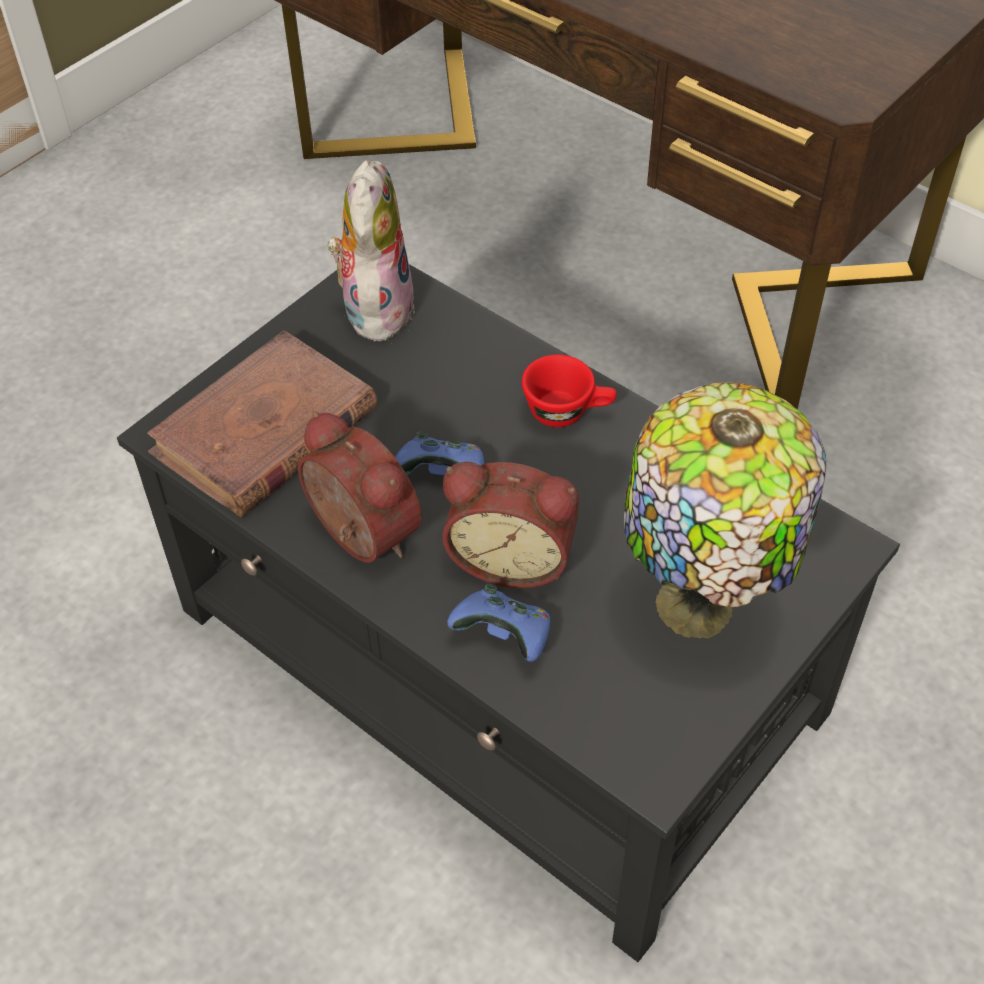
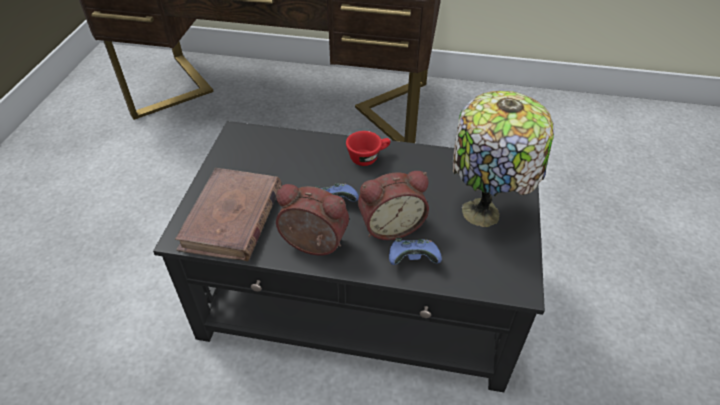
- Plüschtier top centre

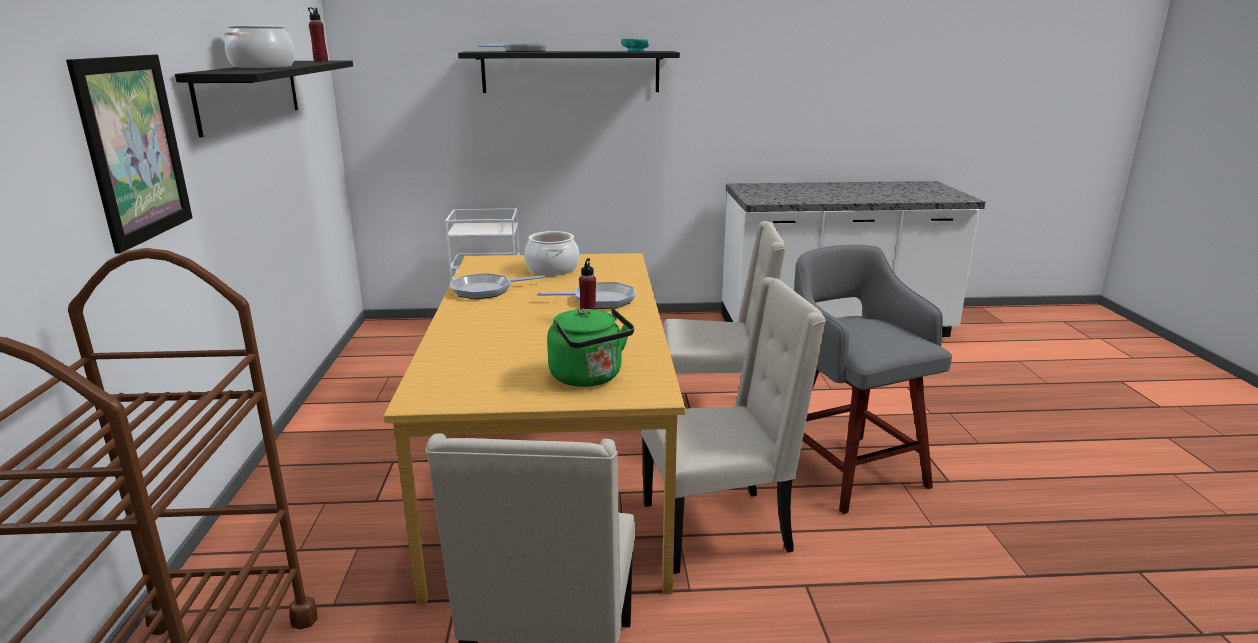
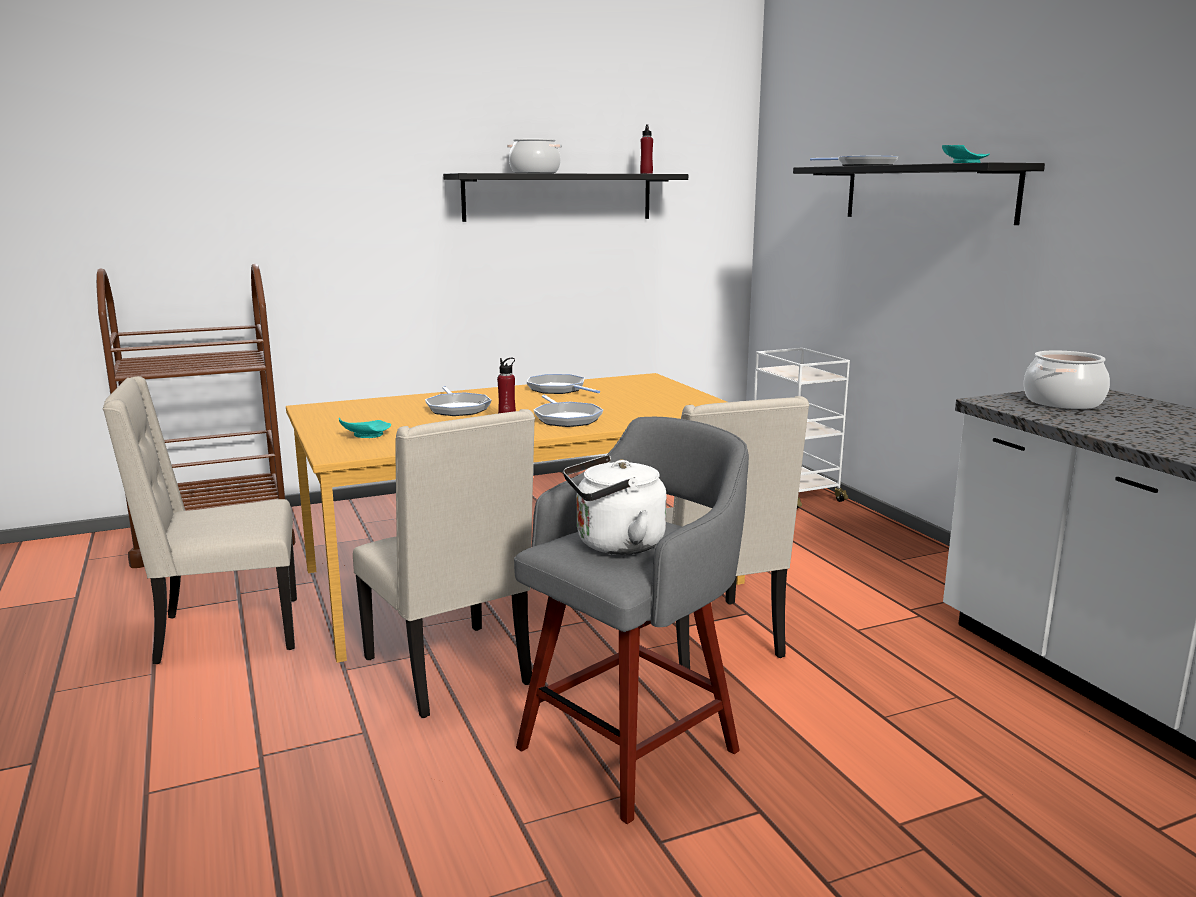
- Bild top left
+ Pfanne (1st from left) centre
+ Wasserkessel (weiß) centre
~ Kochtopf (2nd from left) centre to middle right
~ Wasserkessel (grün) centre to Teller (türkis) (1st from left) middle left

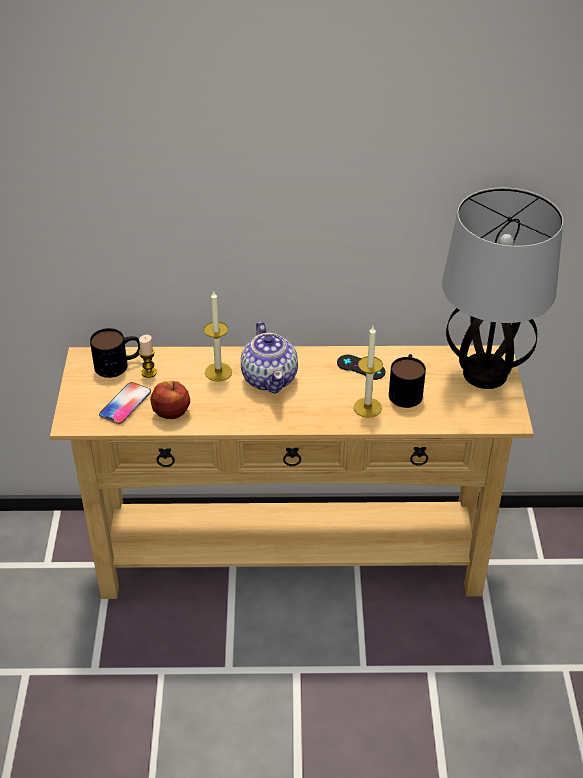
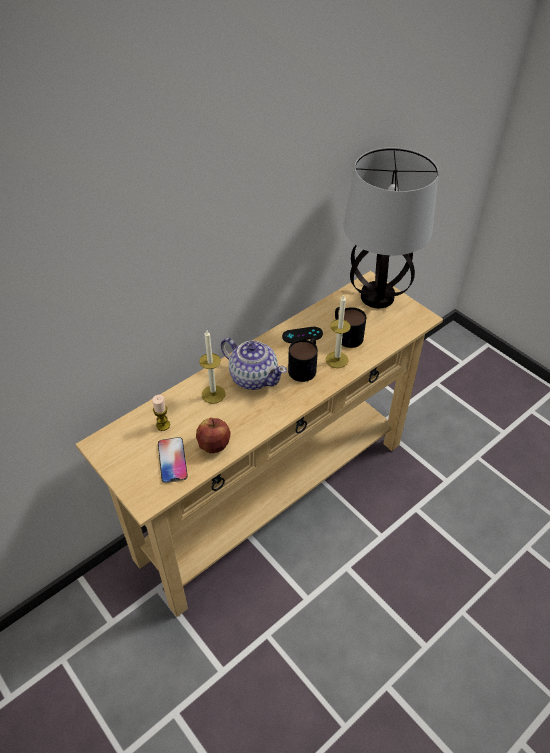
~ Henkelbecher (1st from left) middle left to centre

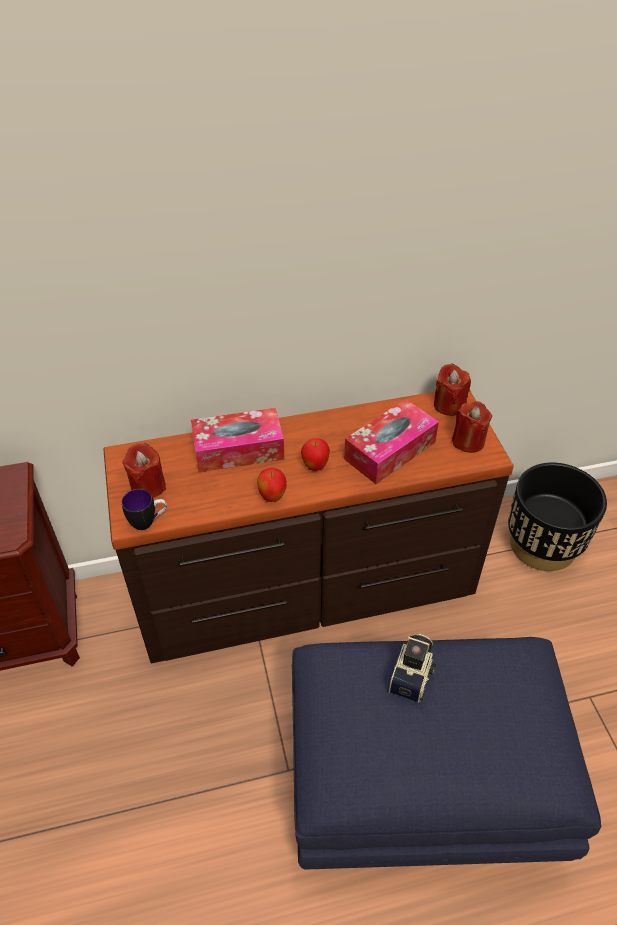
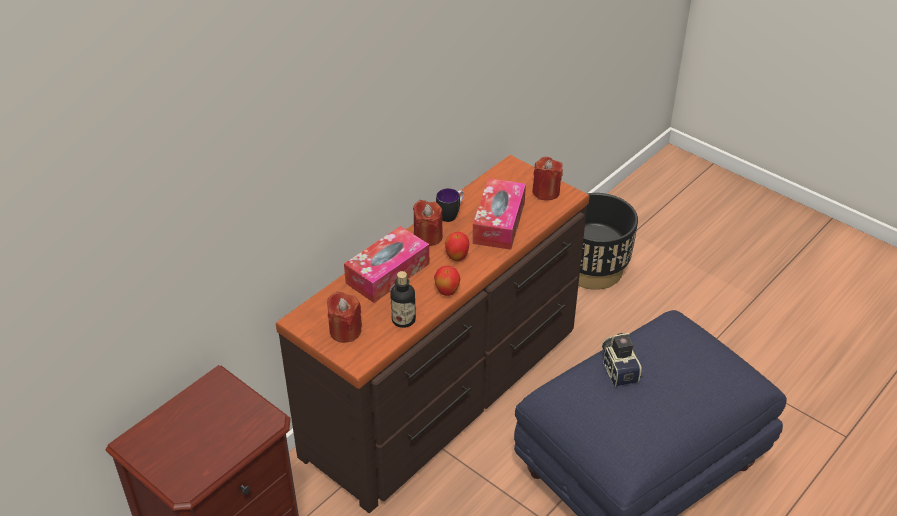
+ Flasche centre
~ Henkelbecher middle left to centre
~ Kerze (rot) (2nd from left) middle right to centre

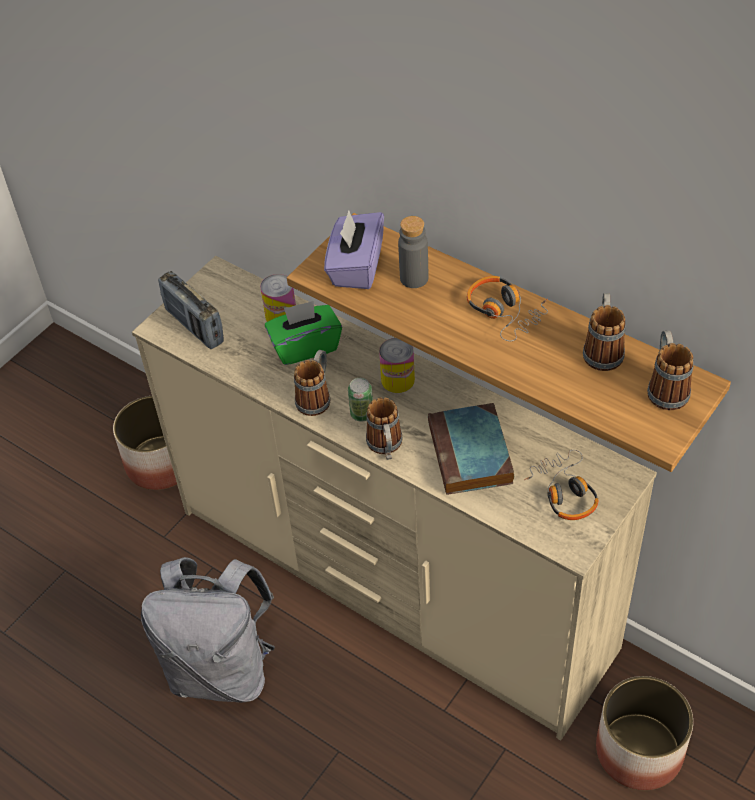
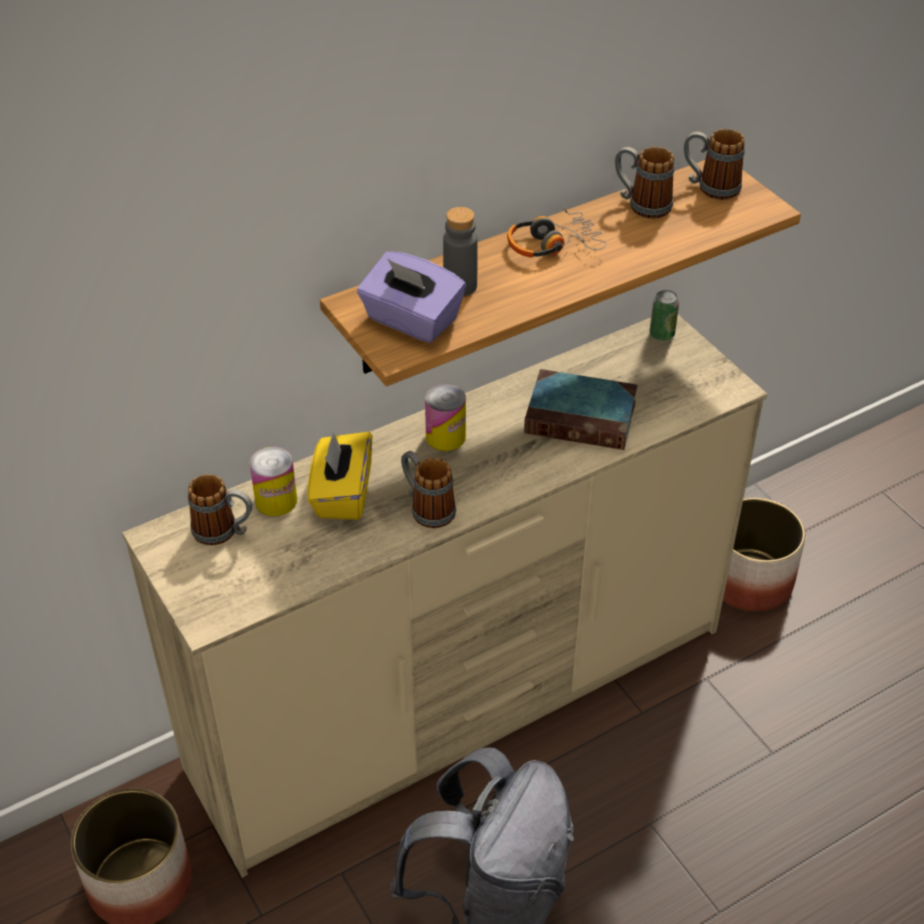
- Radio middle left
- Kopfhörer (2nd from left) middle right
~ Dose (2nd from left in the first image) centre to Dose (3rd from left) middle right
~ Henkelbecher (2nd from left in the first image) centre to Henkelbecher (1st from left) middle left
~ Taschentuchbox (grün) centre to Taschentuchbox (gelb) centre

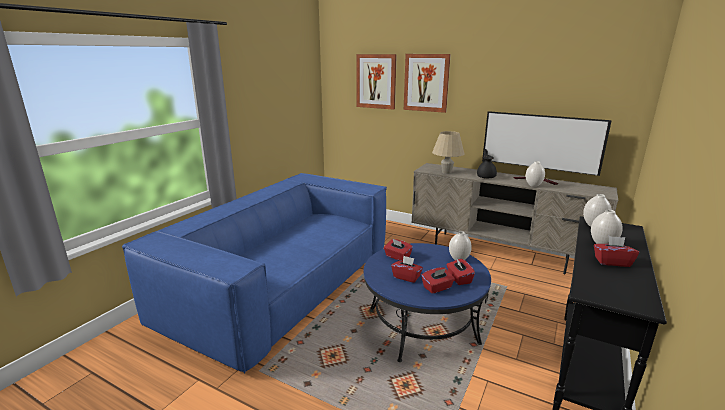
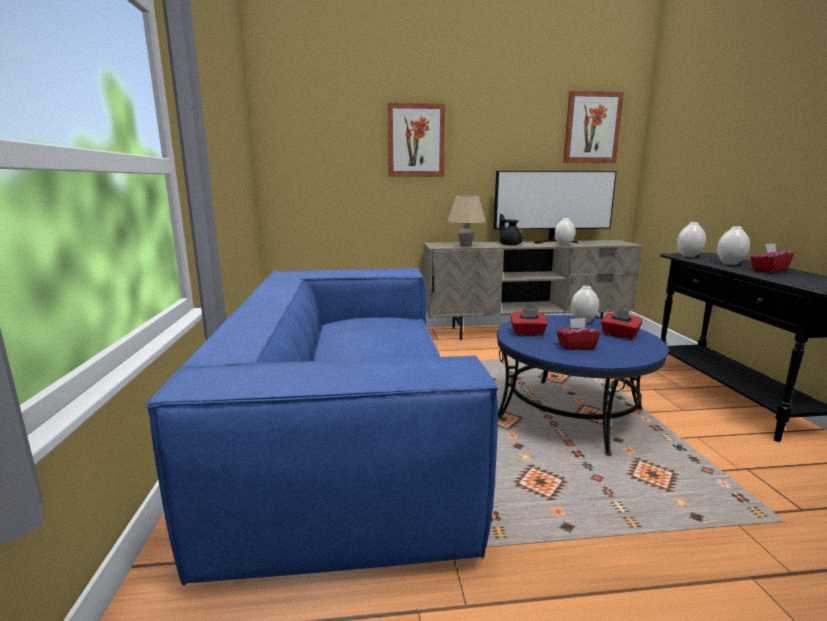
- Taschentuchbox (rot) (3rd from left) bottom centre
~ Bild (1st from left in the first image) top centre to Bild (2nd from left) top right

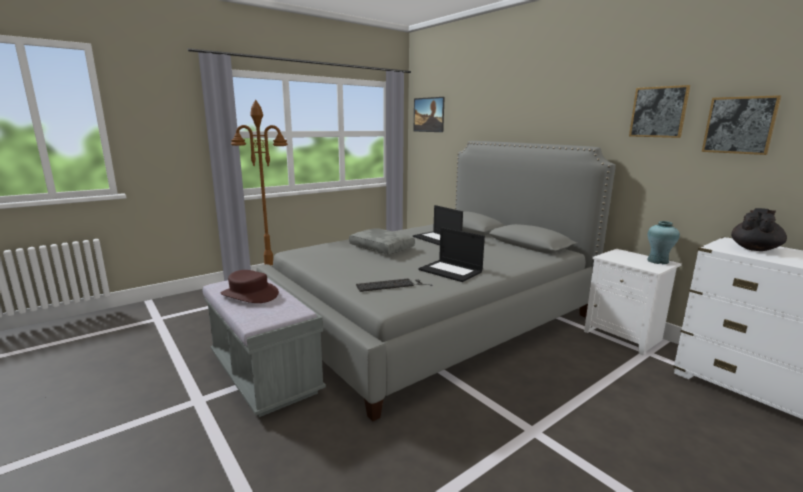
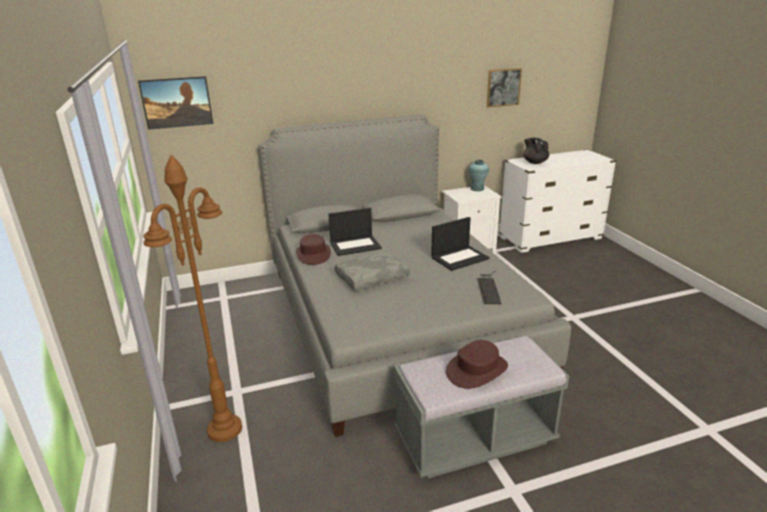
- Bild (2nd from left) top right
+ Hut (braun) (1st from left) centre

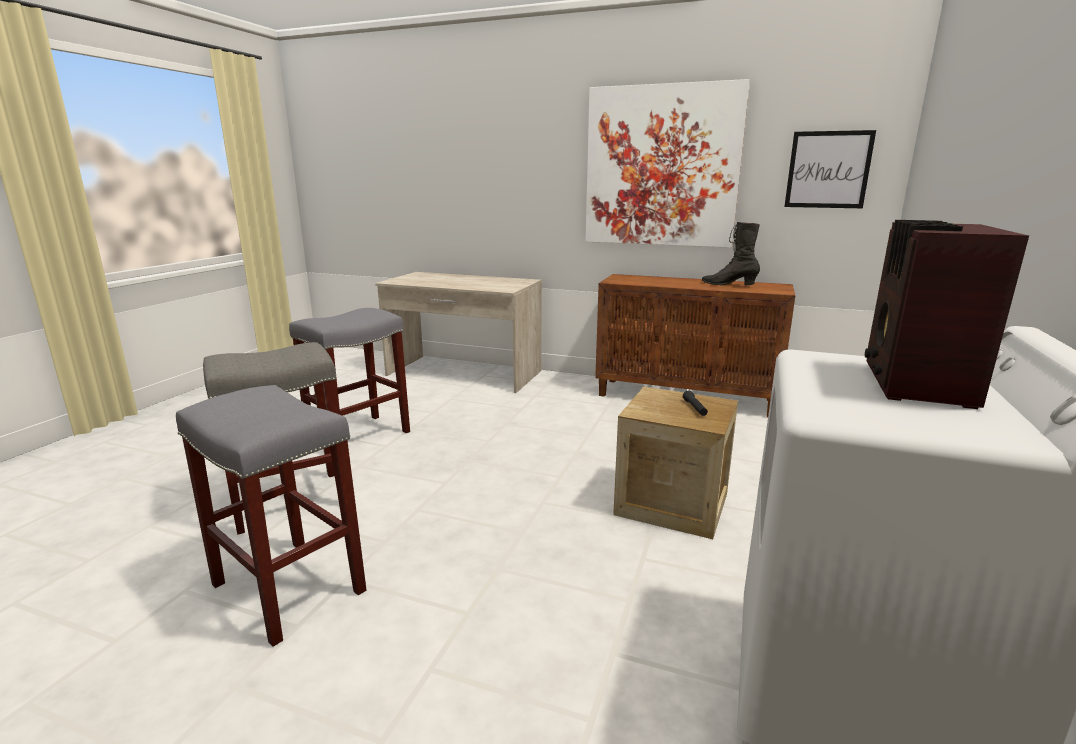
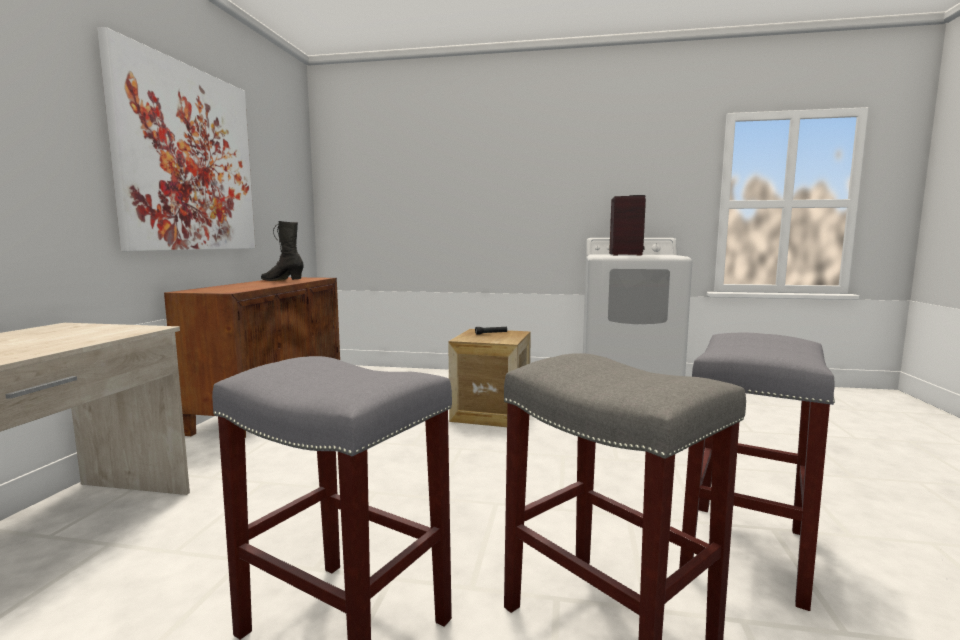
- Bild (2nd from left) top right
~ Stiefel (schwarz) middle right = middle left 90 degrees clockwise
~ Radio middle right = centre 90 degrees counterclockwise

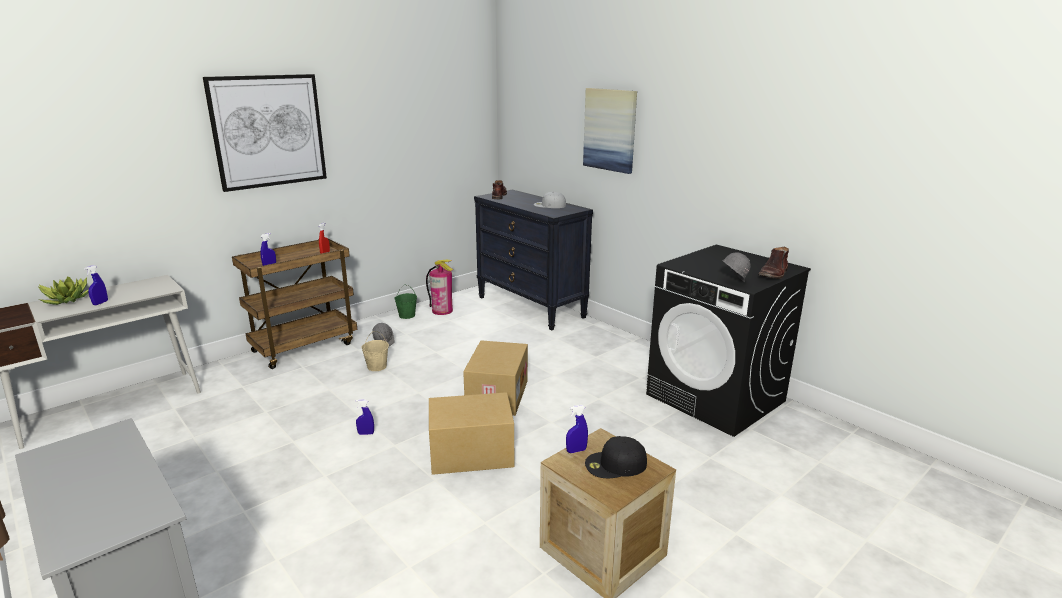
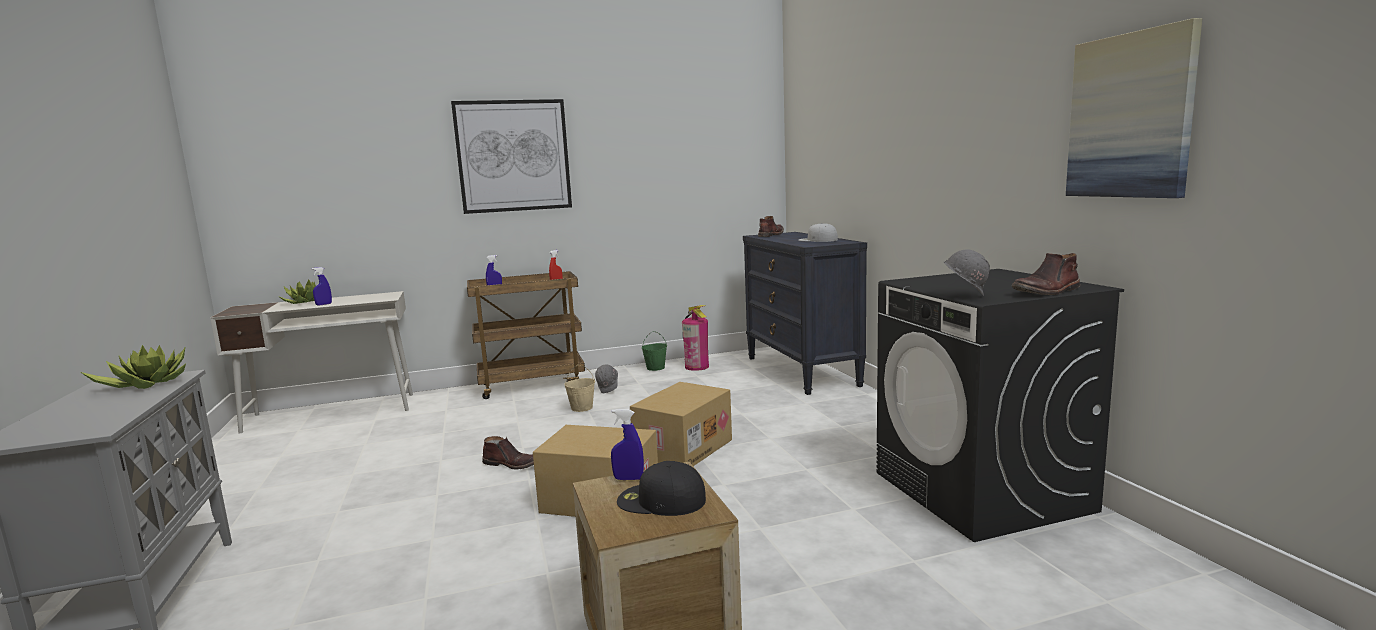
+ Topfpflanze (1st from left) middle left
~ Bild (2nd from left) top centre to top right
~ Sprühflasche (blau) (3rd from left) bottom centre to Stiefel (braun) (1st from left) bottom centre

